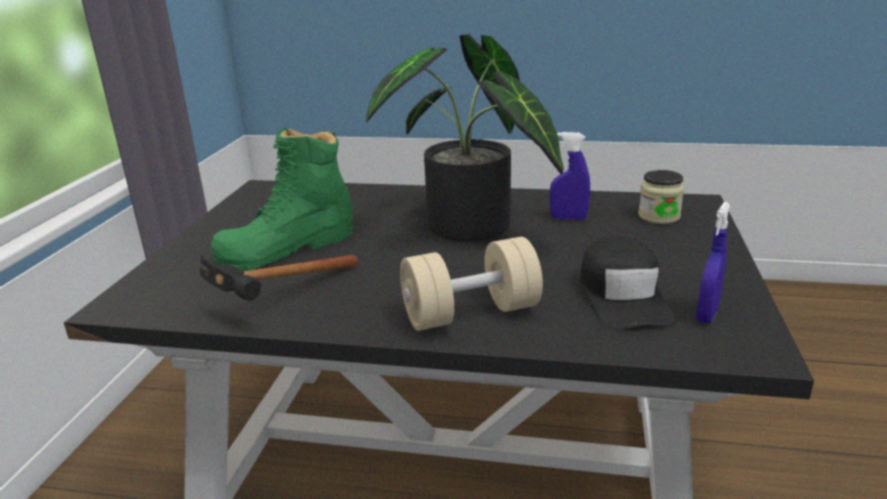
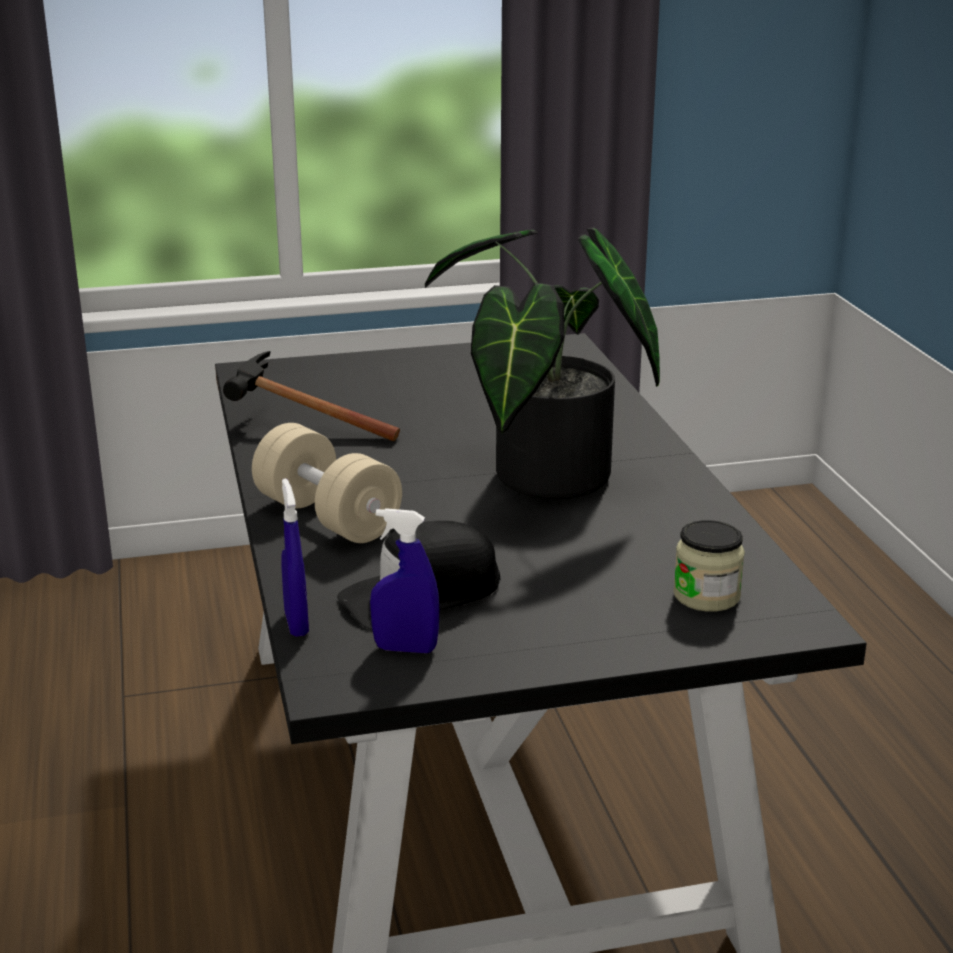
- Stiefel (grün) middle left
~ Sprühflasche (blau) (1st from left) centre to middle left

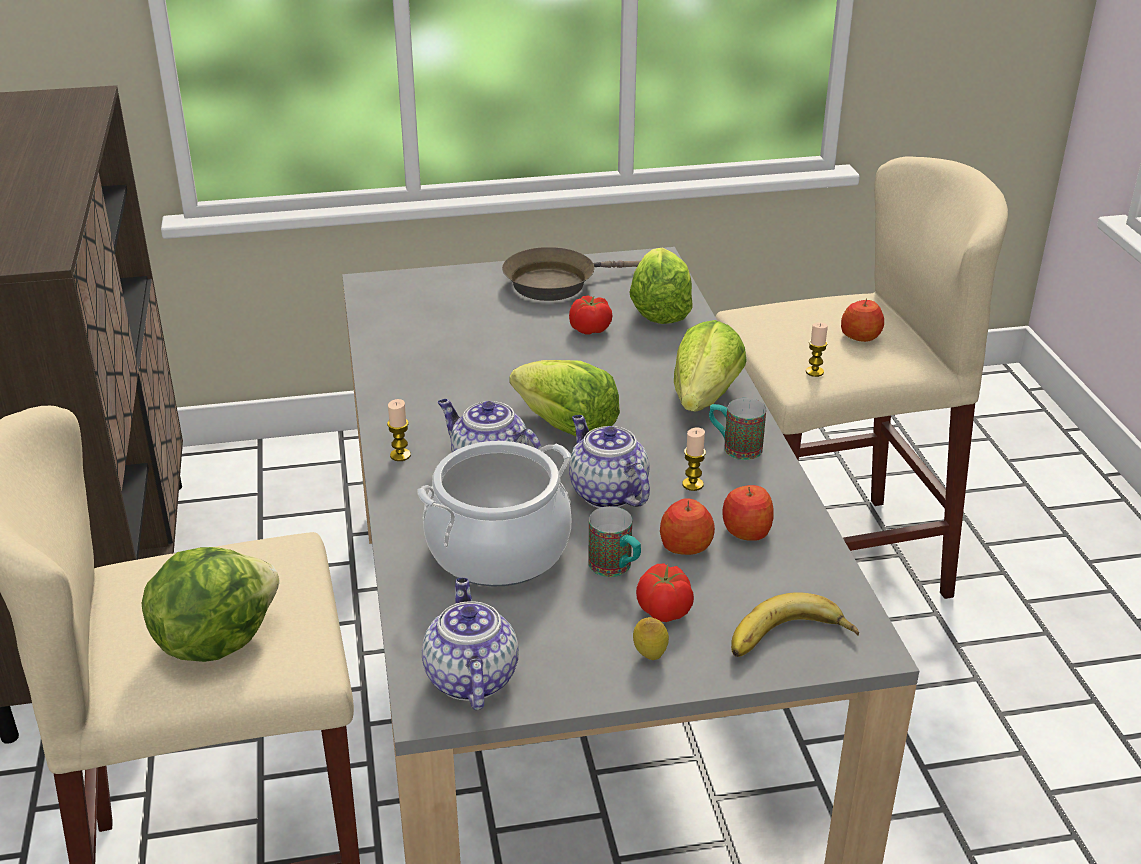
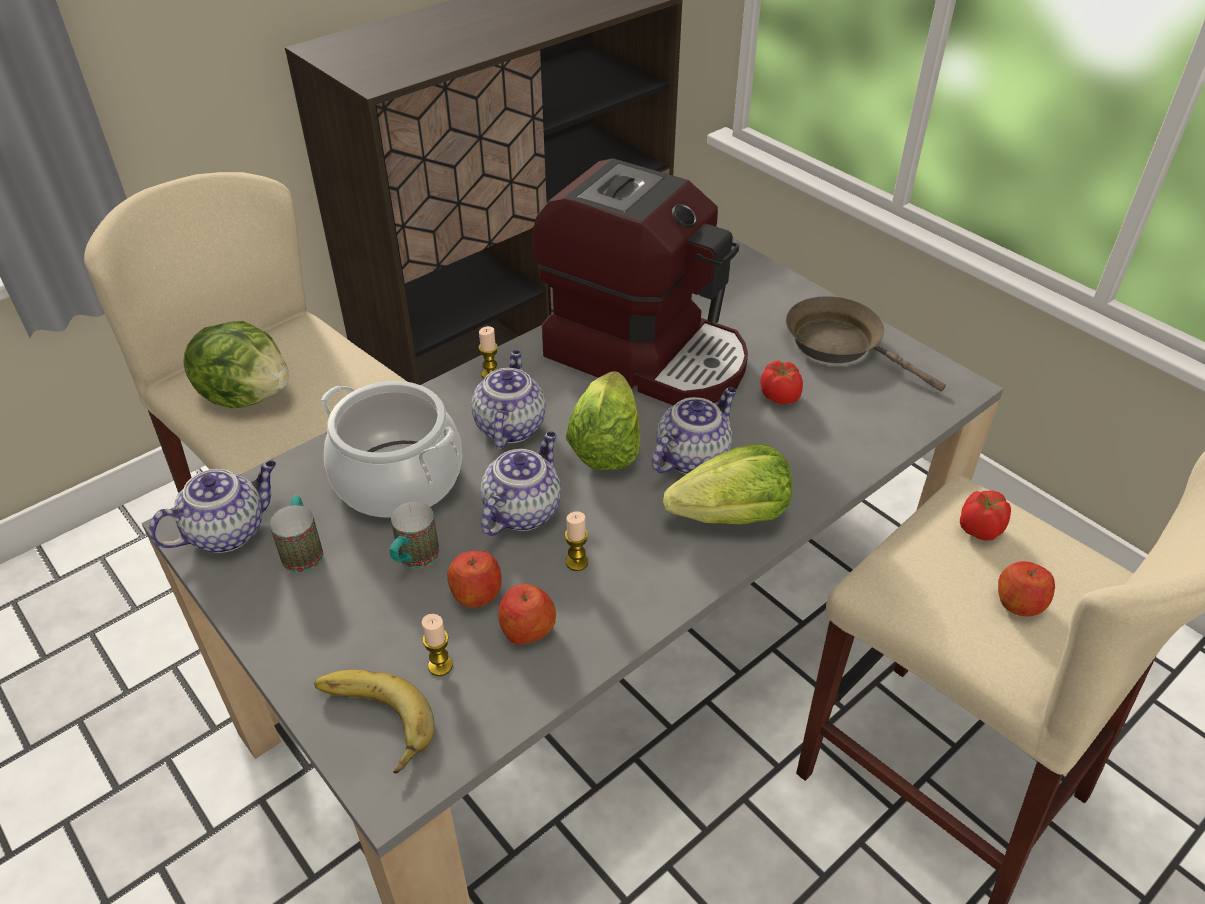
- Salatkopf (3rd from left) top centre
- Zitrone bottom centre
+ Kaffeemaschine top centre
+ Teekanne (4th from left) centre
~ Tomate (2nd from left) bottom centre to middle right
~ Henkelbecher (2nd from left in the first image) centre to Henkelbecher (1st from left) middle left
~ Kerze (3rd from left in the first image) middle right to Kerze (1st from left) bottom centre

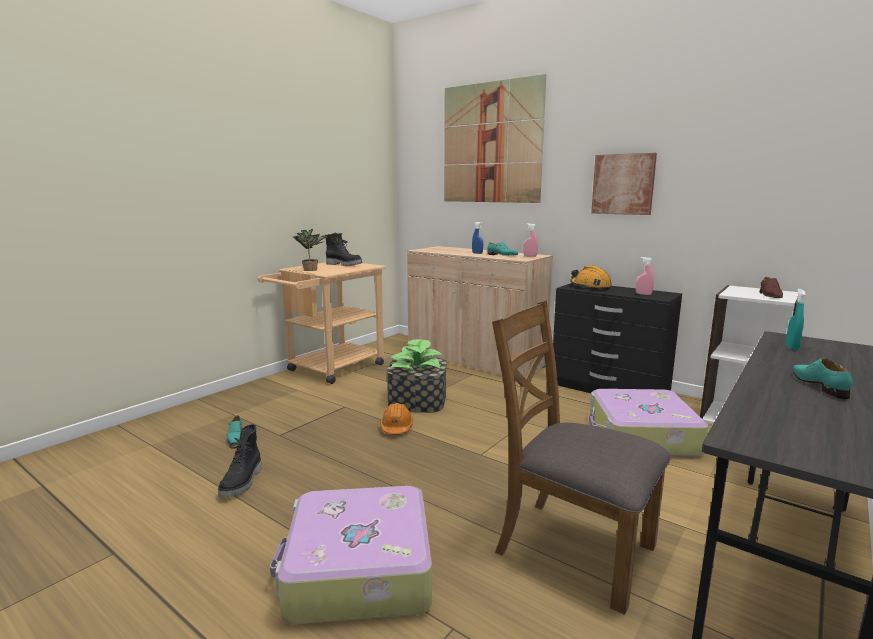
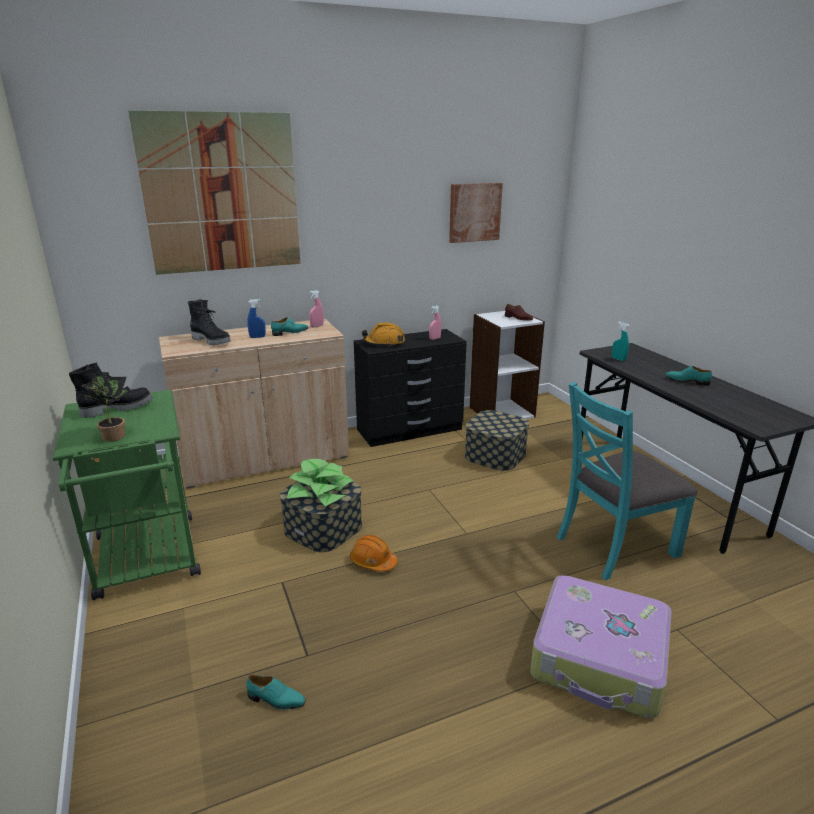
~ Stiefel (schwarz) (1st from left in the first image) bottom left to Stiefel (schwarz) (2nd from left) middle left
~ Bild (2nd from left) top right to top centre
~ Koffer (2nd from left) middle right to Aufbewahrungsbox (2nd from left) centre
~ Rollwagen (beige) centre to Rollwagen (grün) middle left
~ Stuhl (braun) bottom centre to Stuhl (türkis) middle right

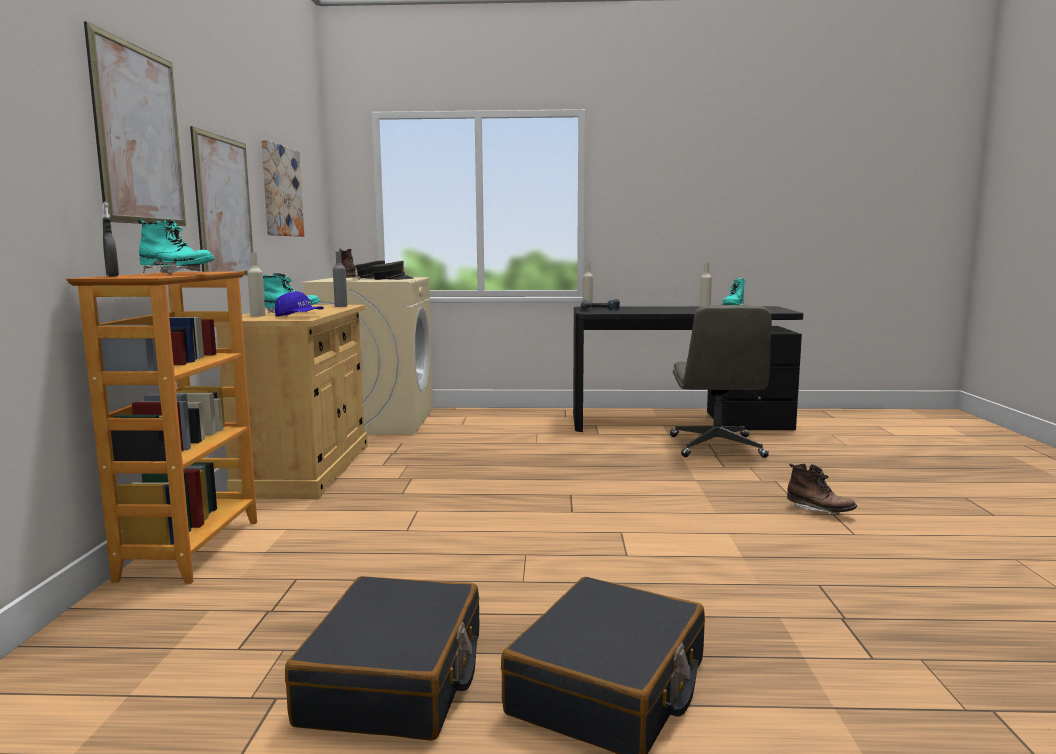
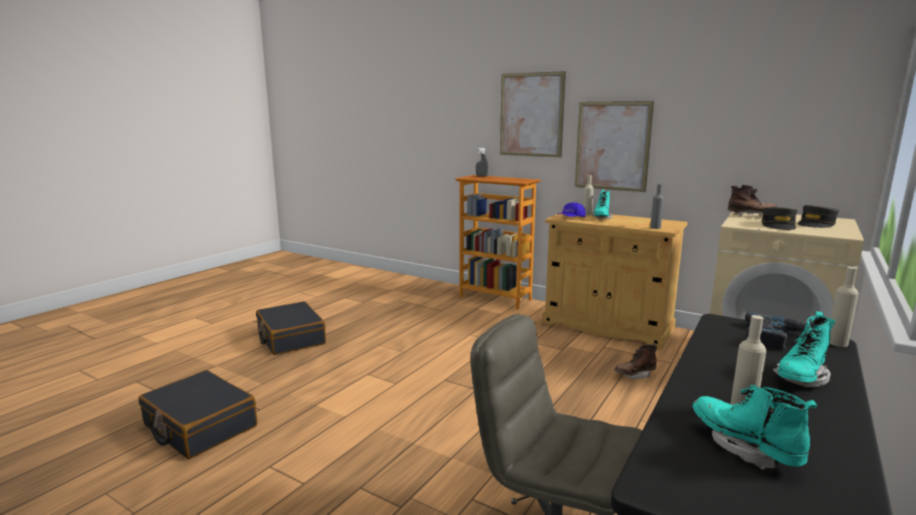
- Bild (3rd from left) top left
~ Stiefel (türkis) (1st from left in the first image) top left to Stiefel (türkis) (3rd from left) bottom right
~ Koffer (schwarz) (1st from left) bottom centre to bottom left
~ Stiefel (braun) (2nd from left in the first image) middle right to Stiefel (braun) (1st from left) bottom right

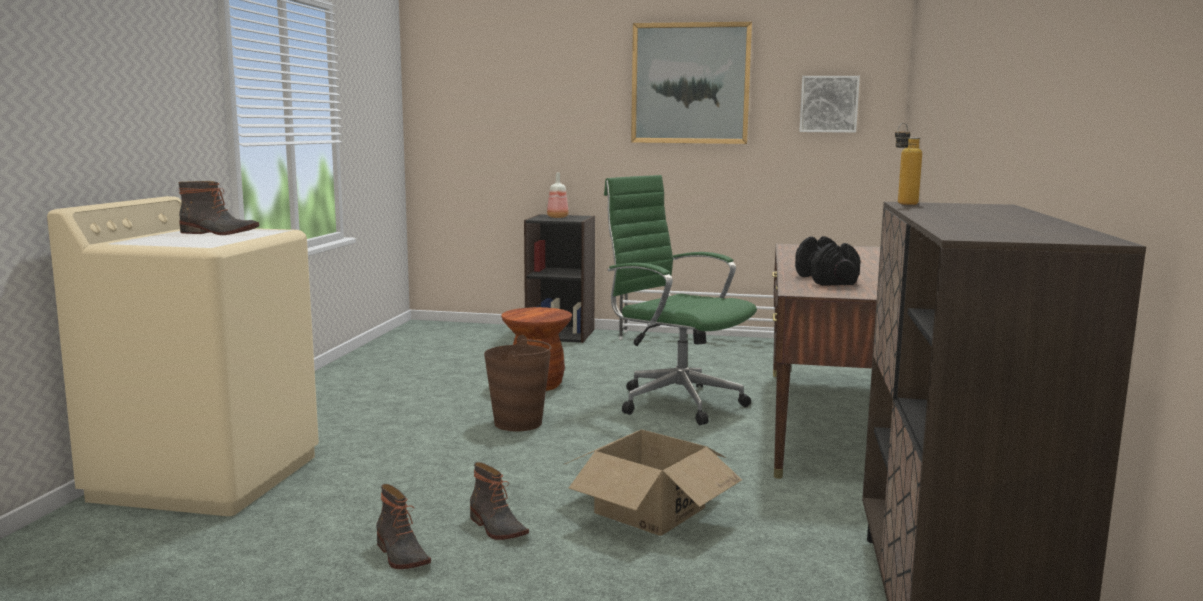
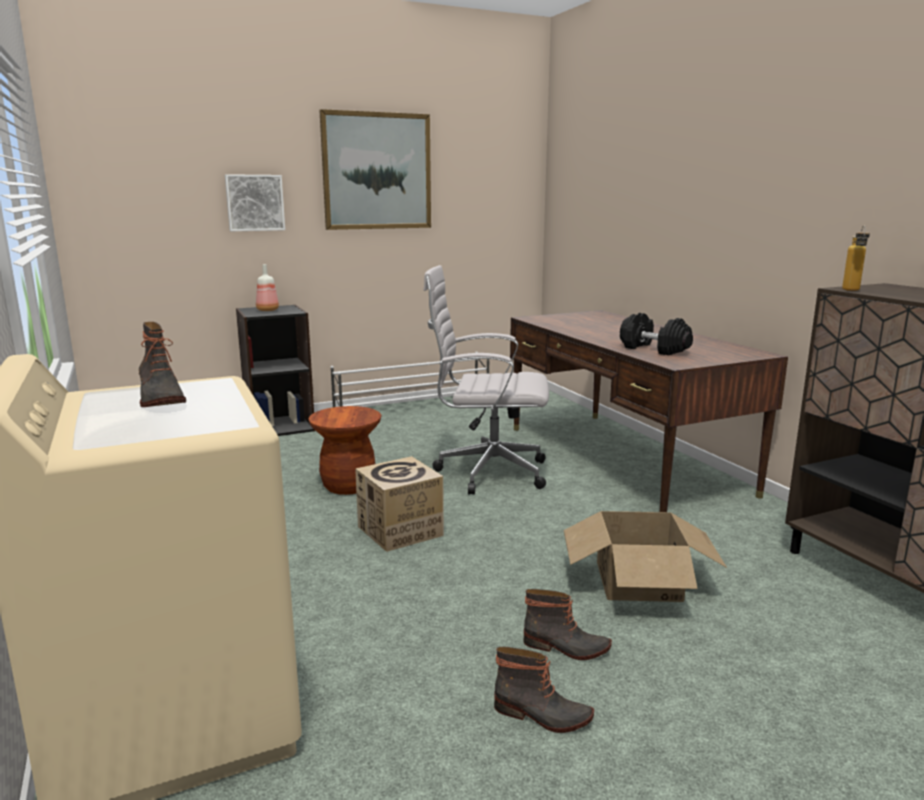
~ Bild (2nd from left in the first image) top right to Bild (1st from left) top left
~ Eimer (braun) centre to Karton (1st from left) centre
~ Bürostuhl (grün) centre to Bürostuhl (weiß) centre
~ Stiefel (1st from left) middle left = middle left 90 degrees clockwise

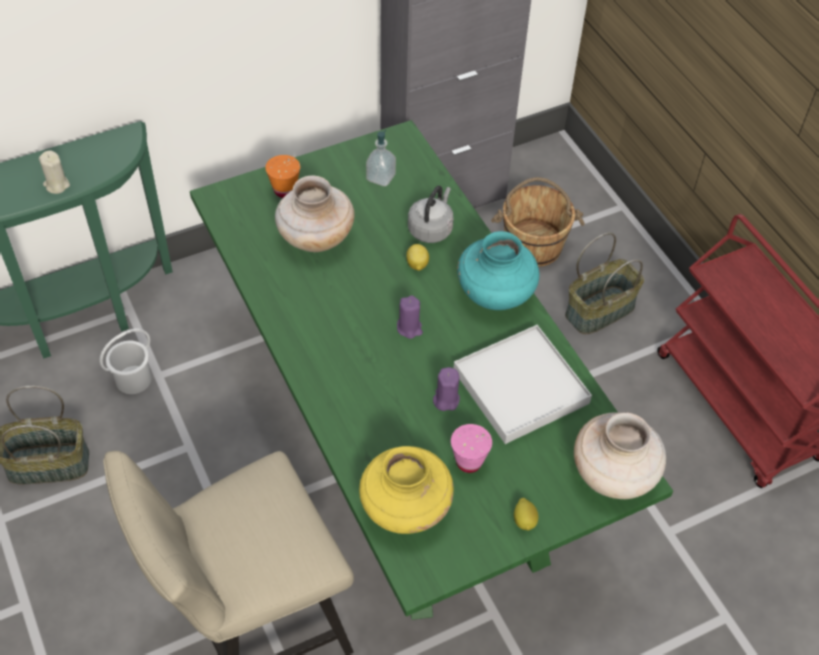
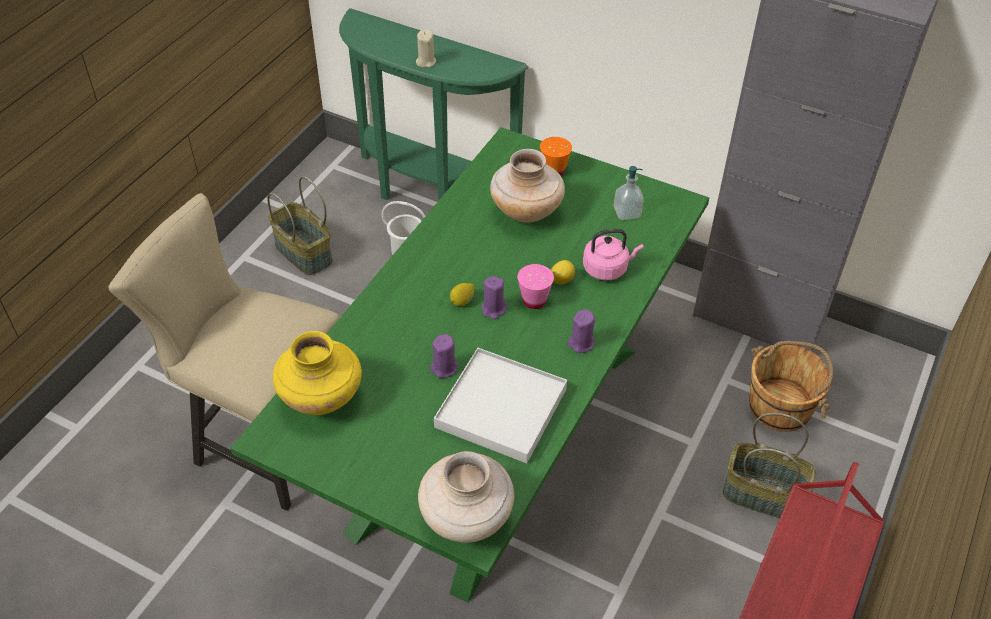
~ Tasse (rosa) bottom centre to centre
~ Zitrone (2nd from left in the first image) bottom centre to Zitrone (1st from left) centre
~ Vase (türkis) centre to Kerze (lila) (3rd from left) centre
~ Wasserkessel (grau) top centre to Wasserkessel (rosa) centre

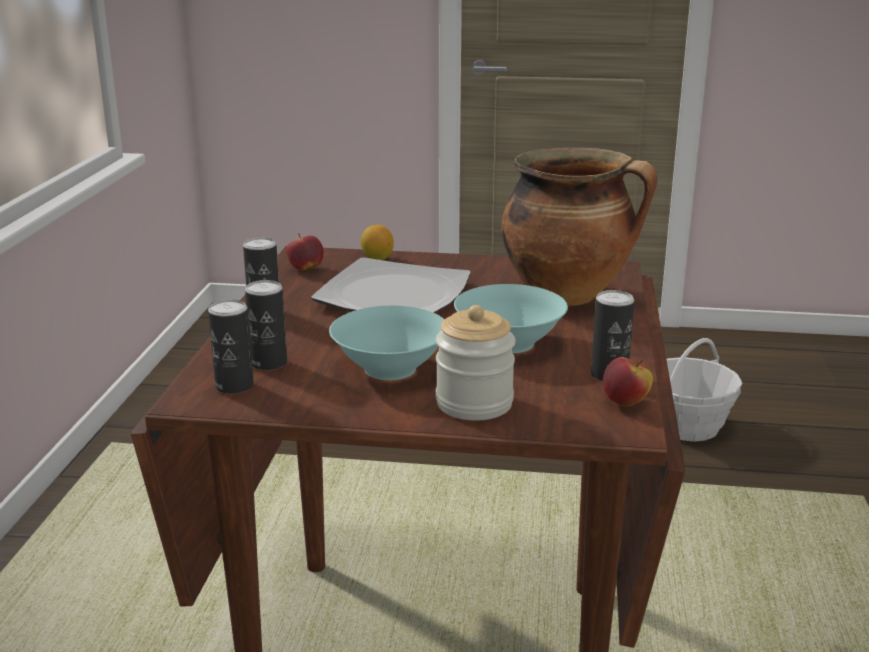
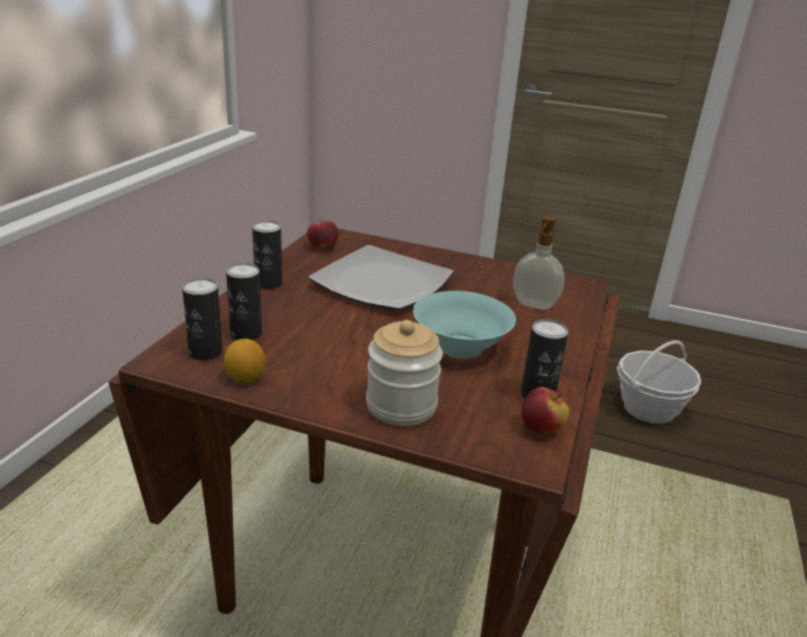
- Schüssel (türkis) (1st from left) centre
~ Zitrone centre to middle left
~ Kochtopf centre to Seifenspender middle right

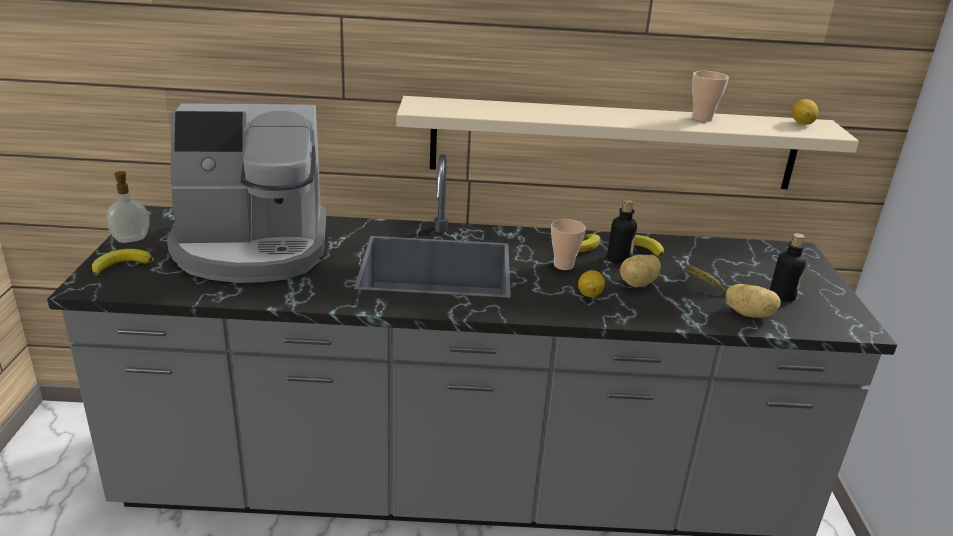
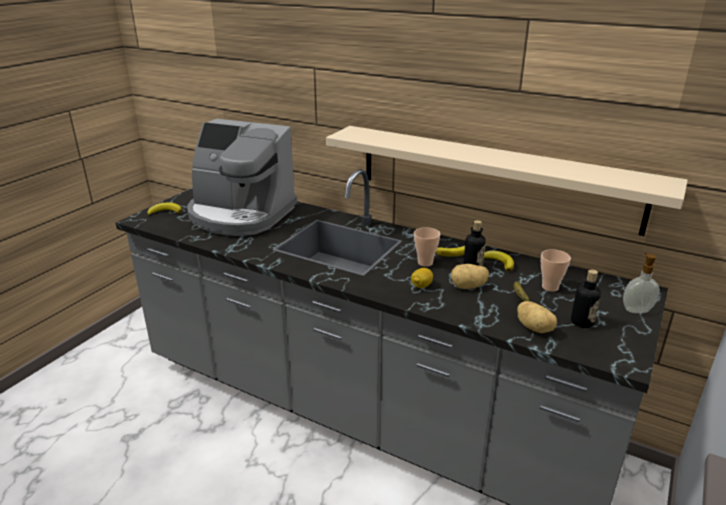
- Zitrone (2nd from left) top right
~ Seifenspender middle left to middle right
~ Tasse (2nd from left) top right to middle right

